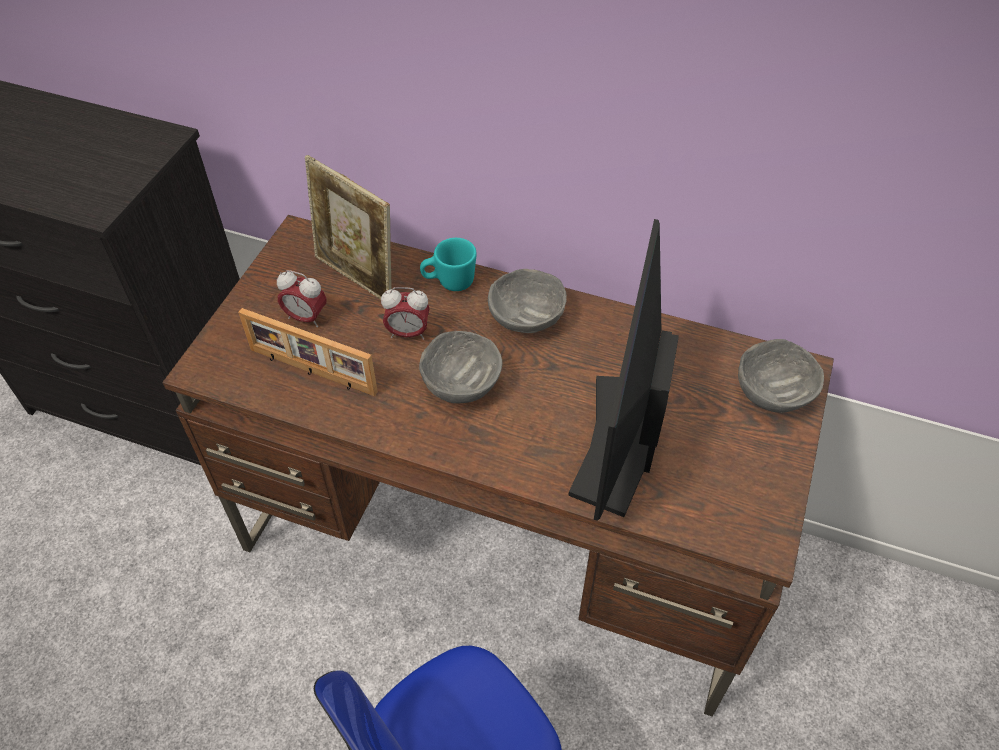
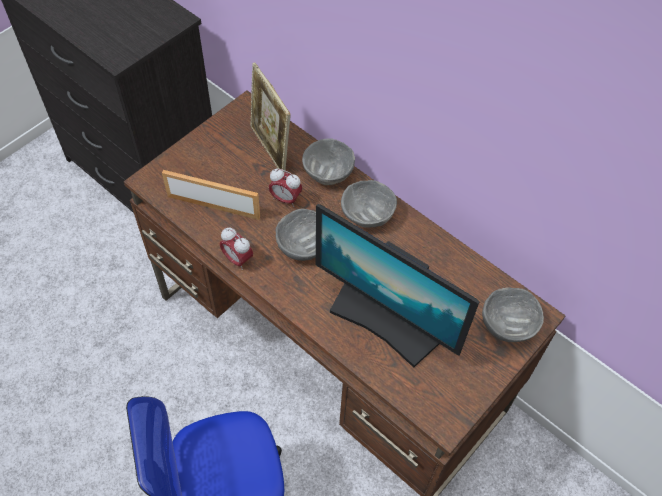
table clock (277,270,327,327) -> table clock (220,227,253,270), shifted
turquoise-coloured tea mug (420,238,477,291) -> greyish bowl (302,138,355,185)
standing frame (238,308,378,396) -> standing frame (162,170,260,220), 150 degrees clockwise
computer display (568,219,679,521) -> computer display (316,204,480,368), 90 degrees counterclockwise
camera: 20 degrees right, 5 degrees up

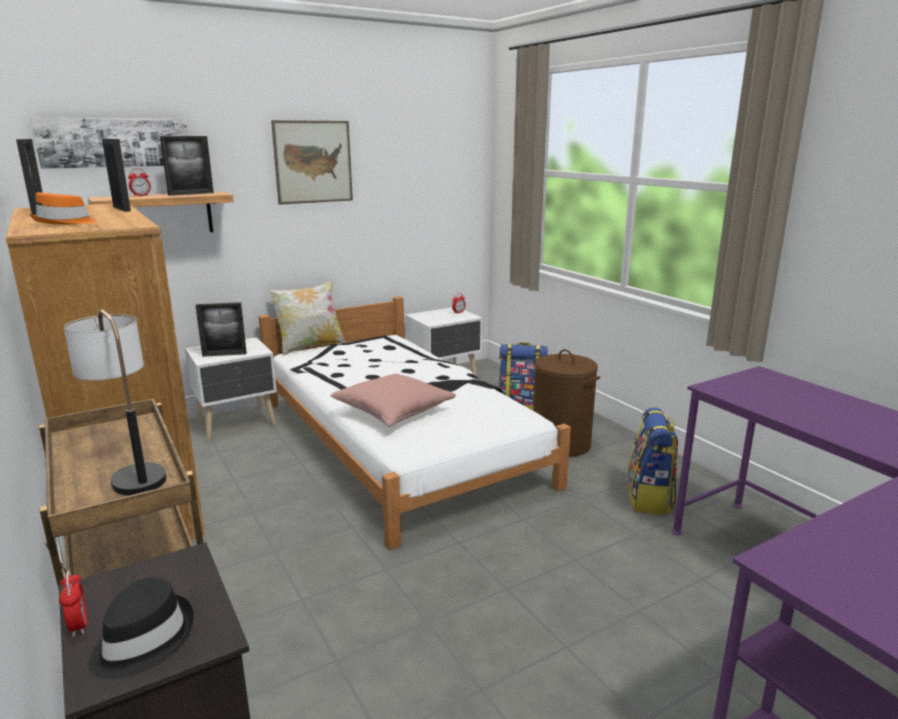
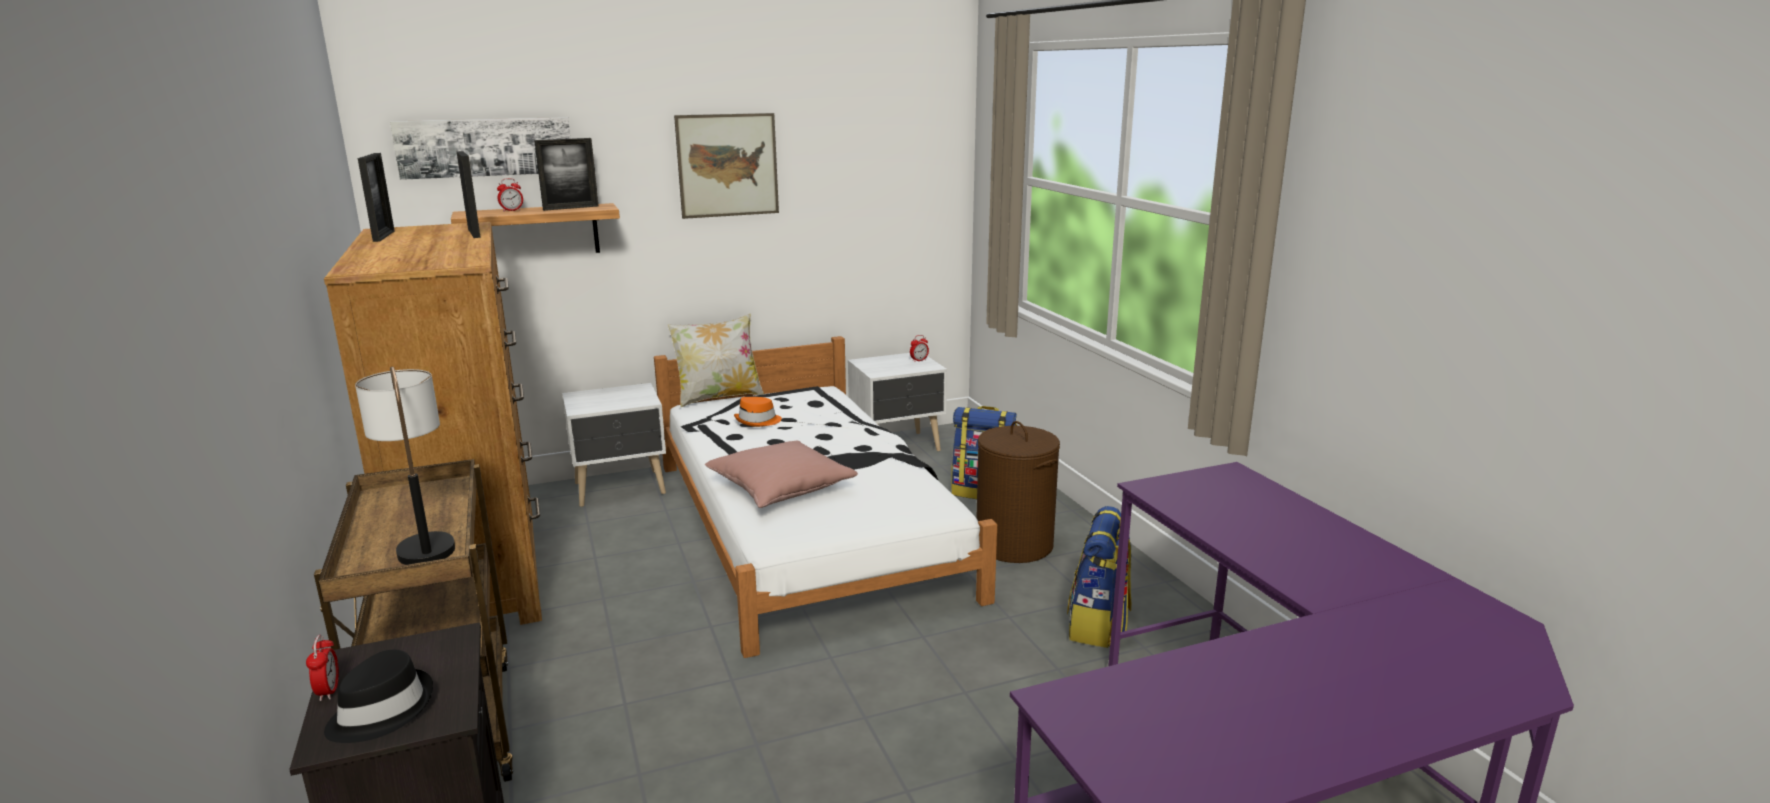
standing frame (195,302,247,357) -> none
orangey hat (29,192,98,224) -> orangey hat (734,397,782,427), shifted
camera: 10 degrees right, 0 degrees up

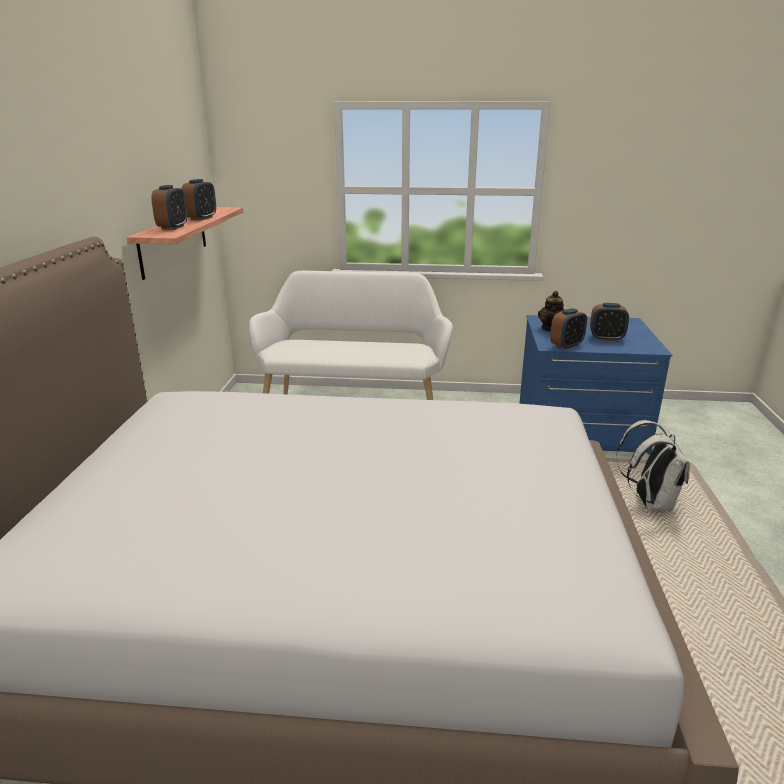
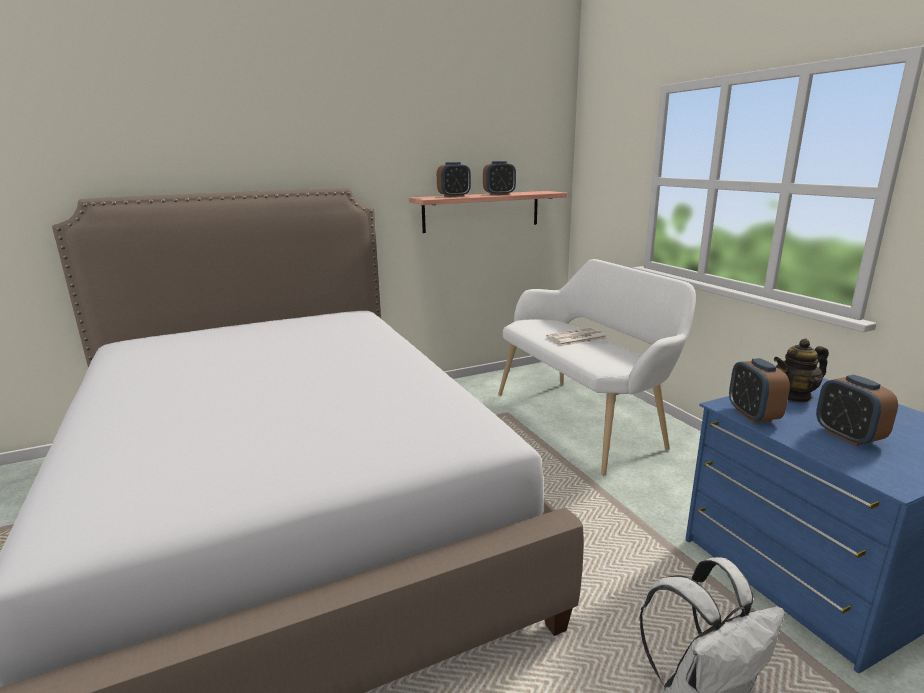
none -> daily paper (546,328,607,346)
table clock (550,308,587,350) -> table clock (729,358,790,423), 60 degrees clockwise
camera: 60 degrees right, 5 degrees down

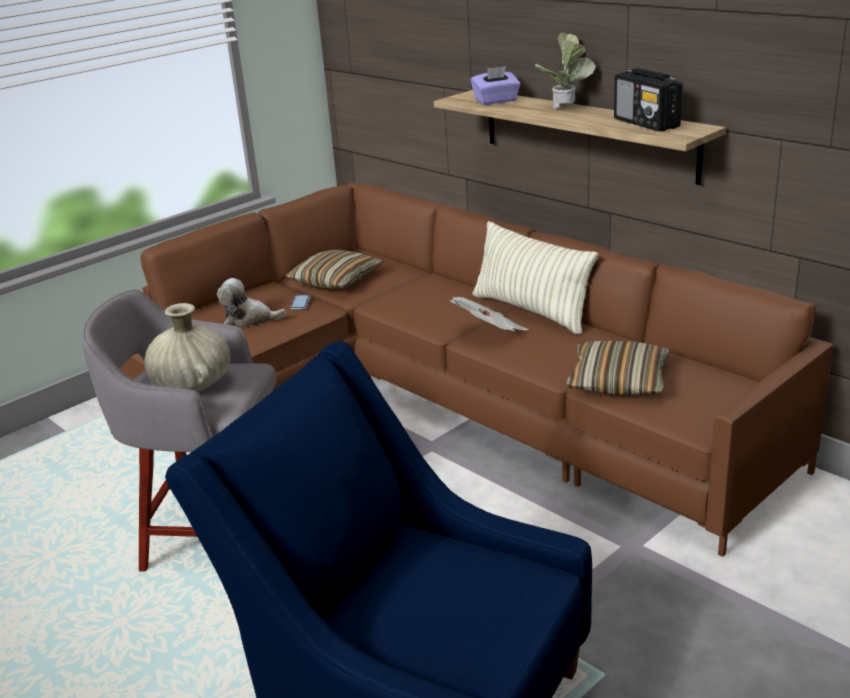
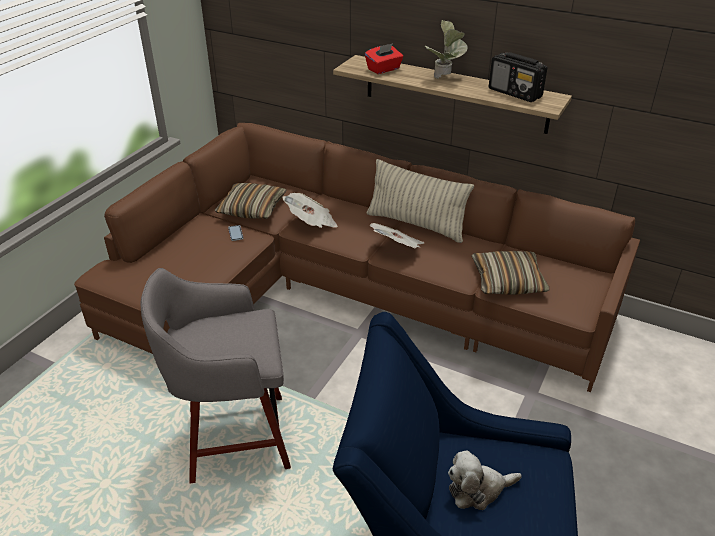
sand-coloured decorative vase (144,303,230,392) -> none
none -> daily paper (283,193,338,228)
soft toy (217,278,286,328) -> soft toy (448,450,522,510), shifted
purple-coloured tissue box (471,66,521,105) -> reddish tissue box (365,43,403,74)
camera: 20 degrees left, 10 degrees up

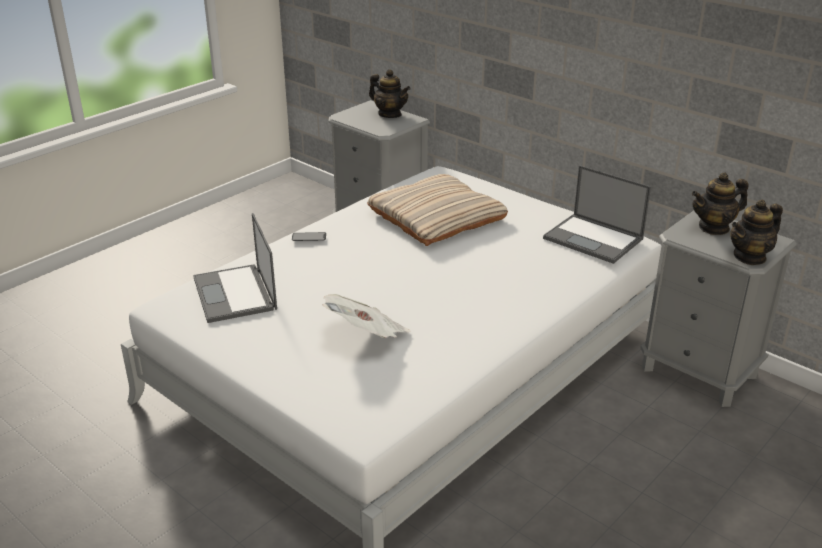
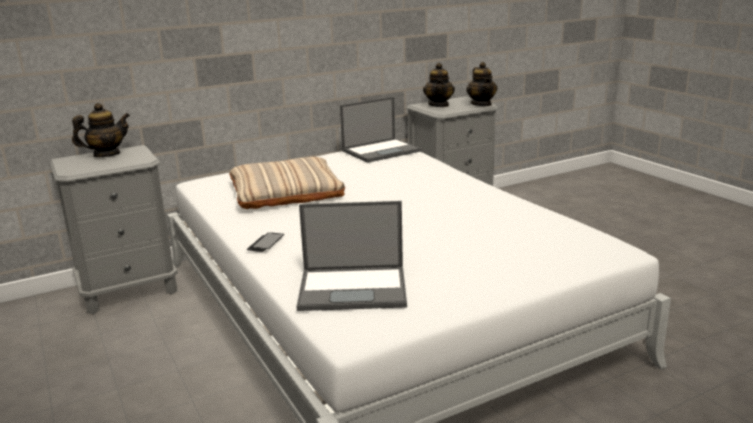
daily paper (322,294,410,338) -> none
camera: 70 degrees left, 10 degrees down

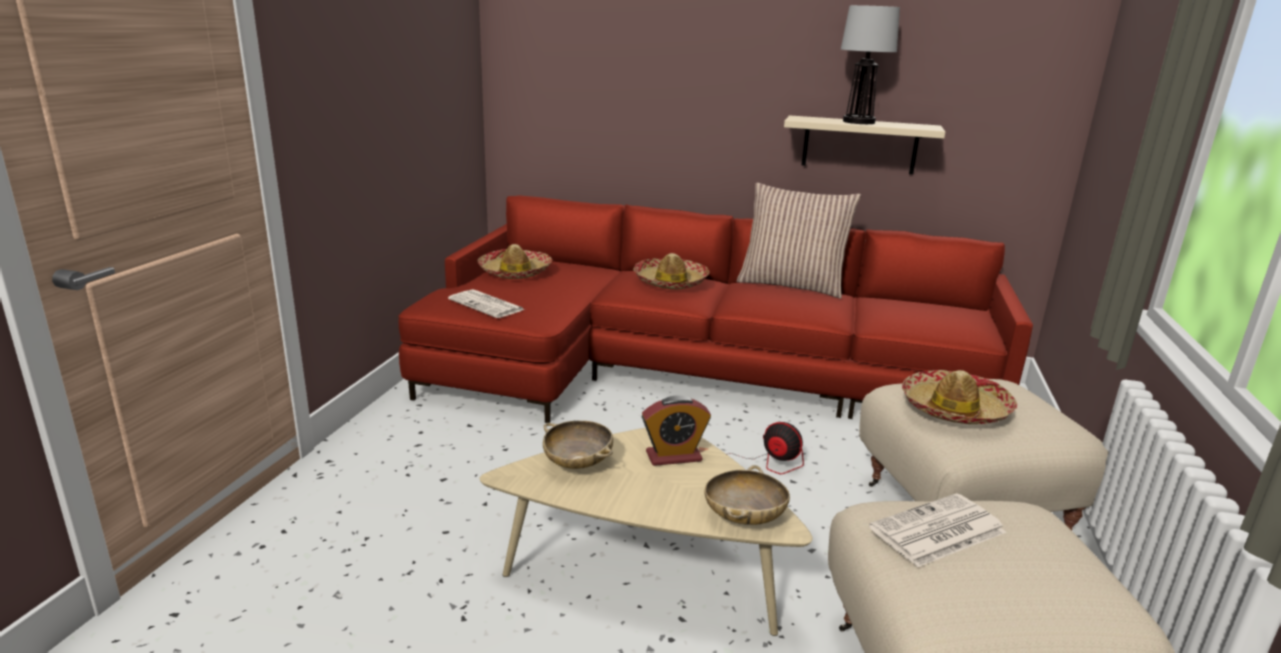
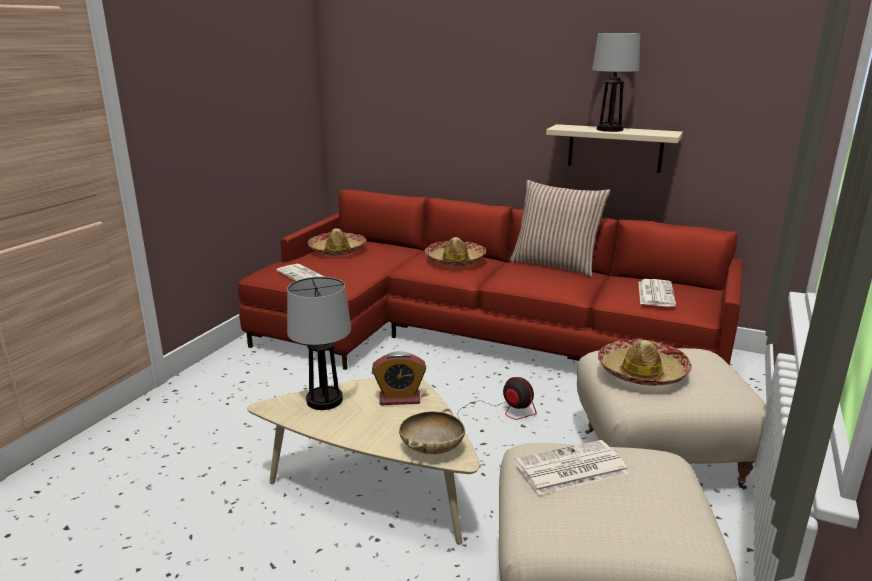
none -> daily paper (638,279,676,307)
sand-coloured bowl (543,421,613,469) -> lamp for a table (287,277,351,410)
camera: 10 degrees right, 0 degrees up

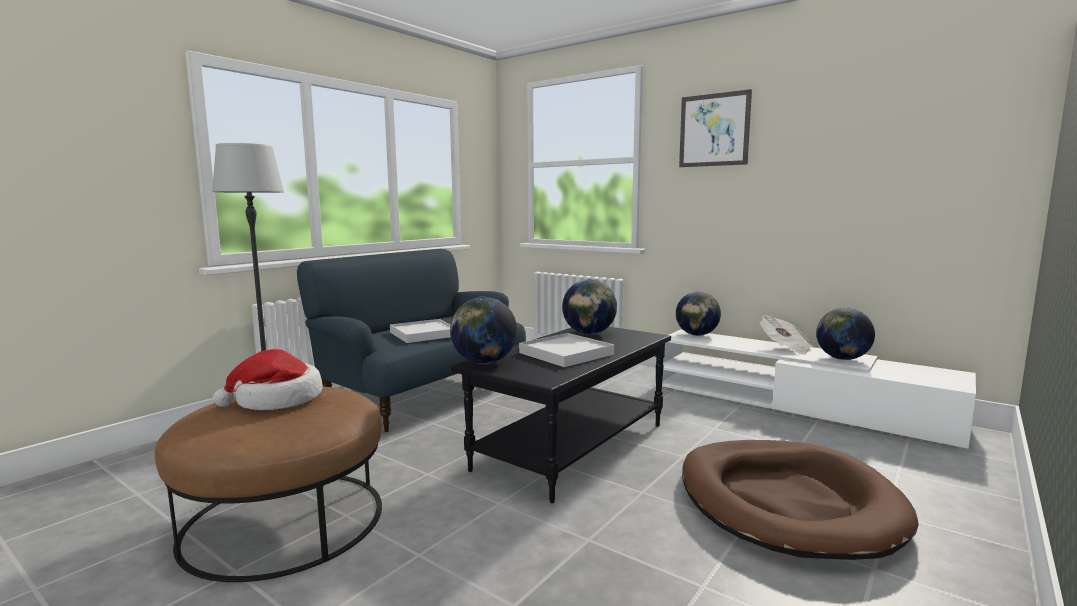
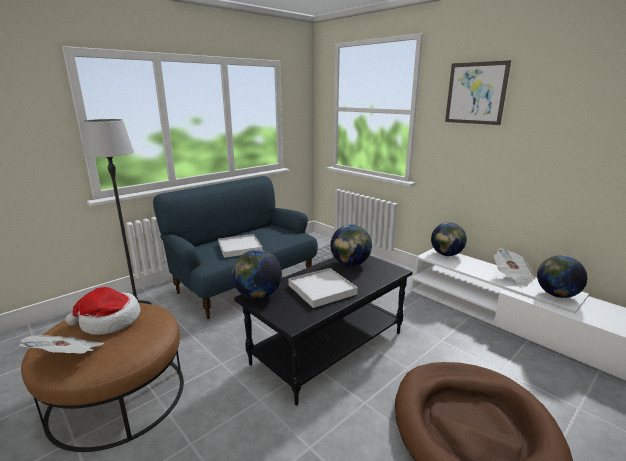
none -> daily paper (18,335,104,354)
camera: 10 degrees right, 10 degrees up

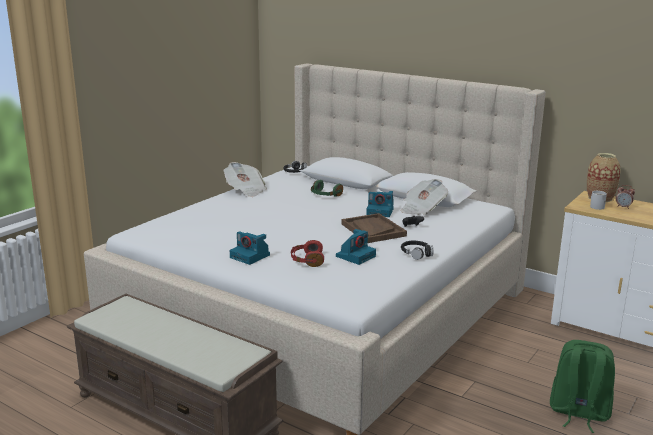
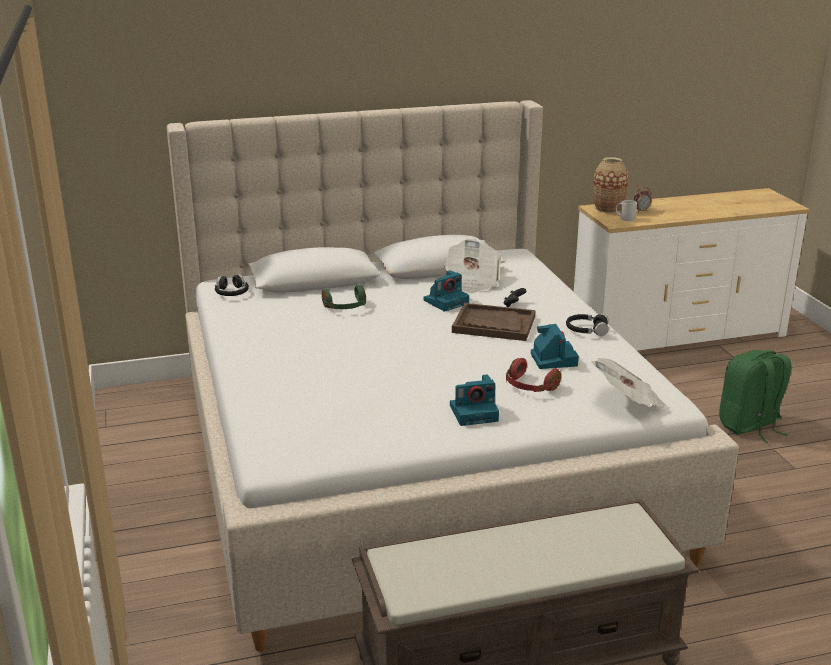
daily paper (224,162,267,197) -> daily paper (591,358,670,409), shifted
camera: 50 degrees left, 5 degrees up

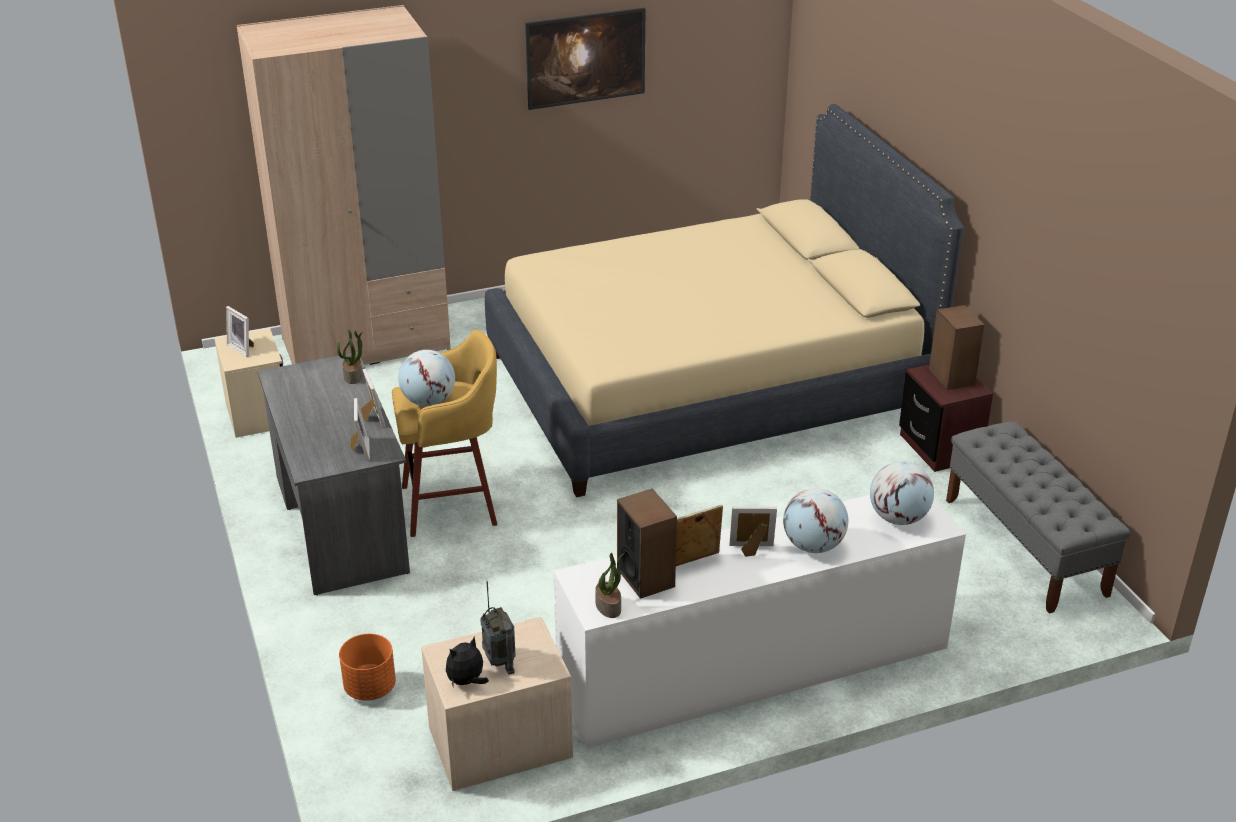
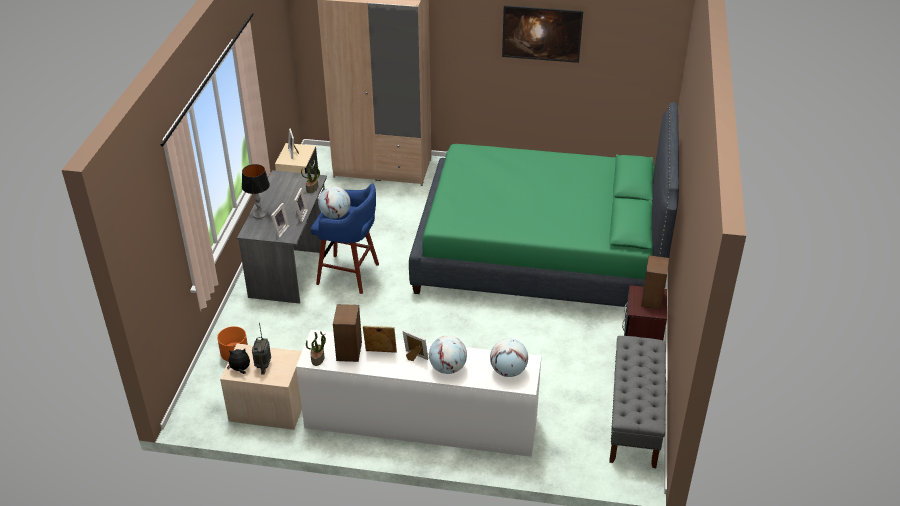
none -> lamp for a table (242,164,270,219)
yellow sitting stool (392,330,497,537) -> bluish sitting stool (311,184,379,294)
sand-coloured sleeping bed (485,104,964,497) -> greenish sleeping bed (409,102,679,307)
camera: 30 degrees right, 5 degrees up

